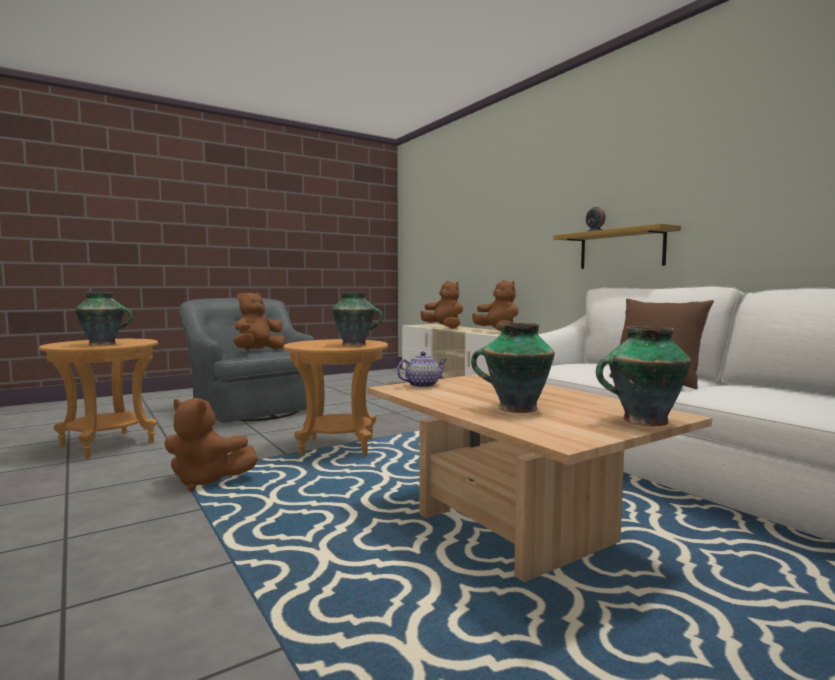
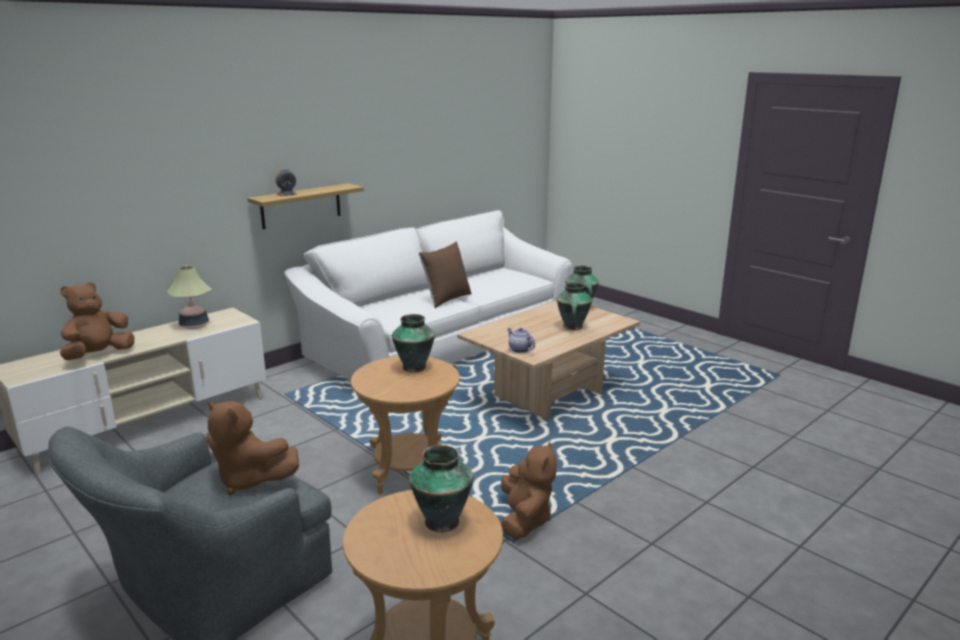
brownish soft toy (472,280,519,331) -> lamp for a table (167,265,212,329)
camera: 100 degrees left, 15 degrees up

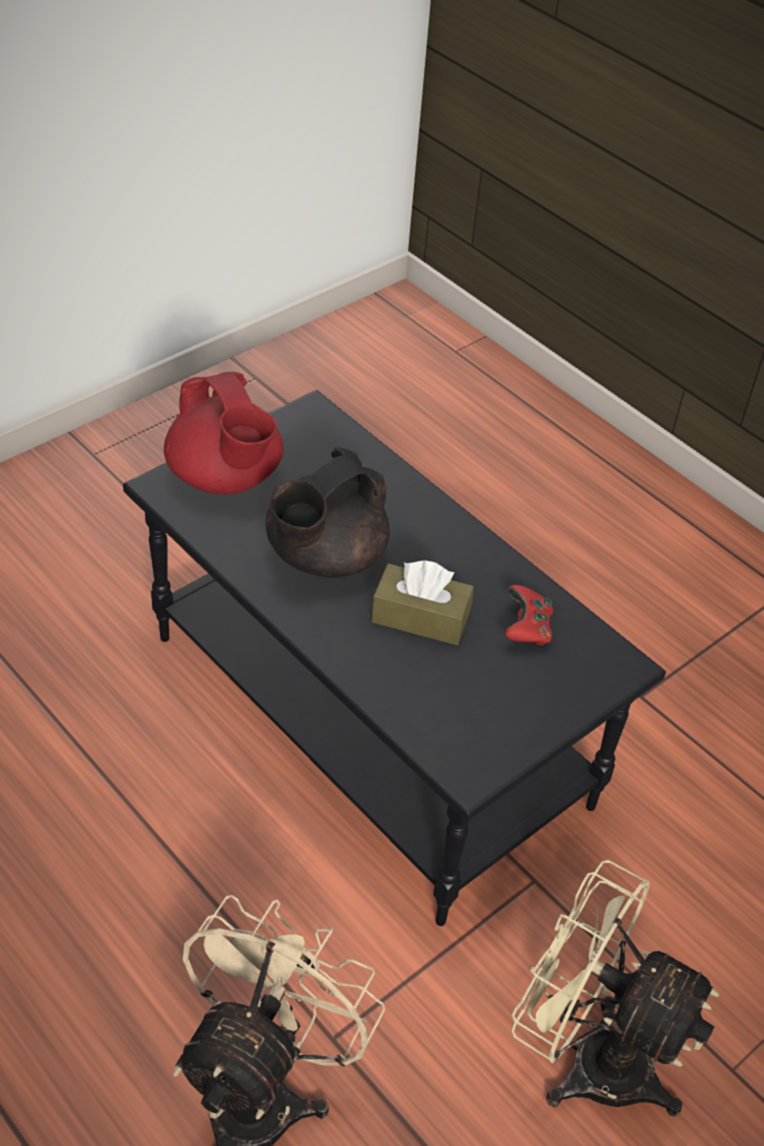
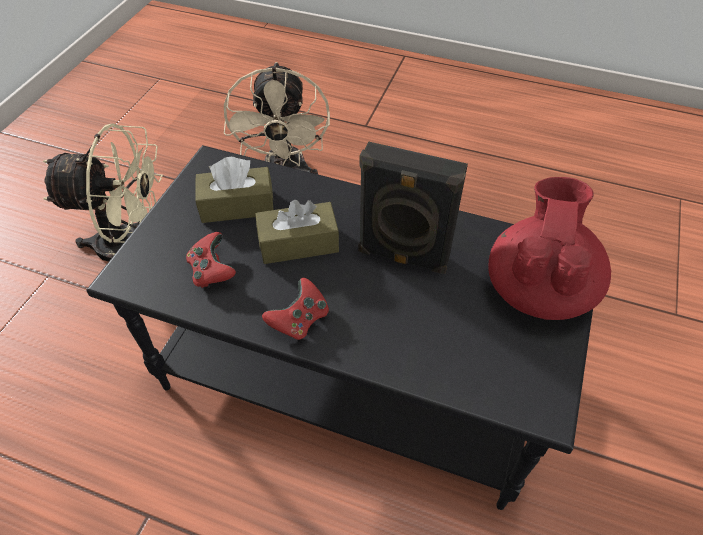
none -> brownish tissue box (195,157,274,223)
none -> reddish game controller (262,278,329,340)
blackish pot for tea (266,447,390,578) -> blackish loudspeaker (358,142,468,274)
reddish pot for tea (164,372,283,495) -> reddish pot for tea (489,177,611,320), 75 degrees clockwise
camera: 155 degrees right, 5 degrees up

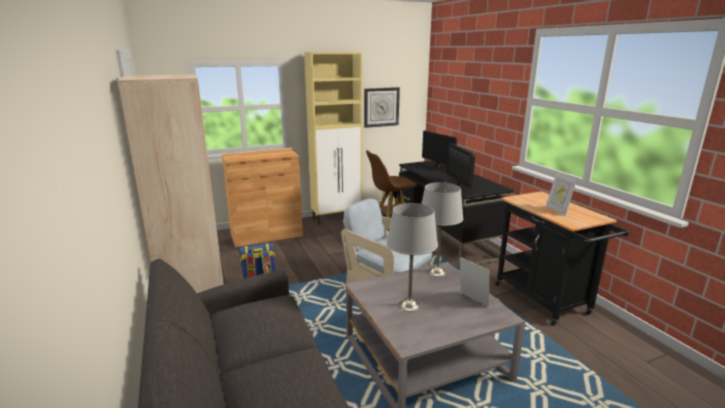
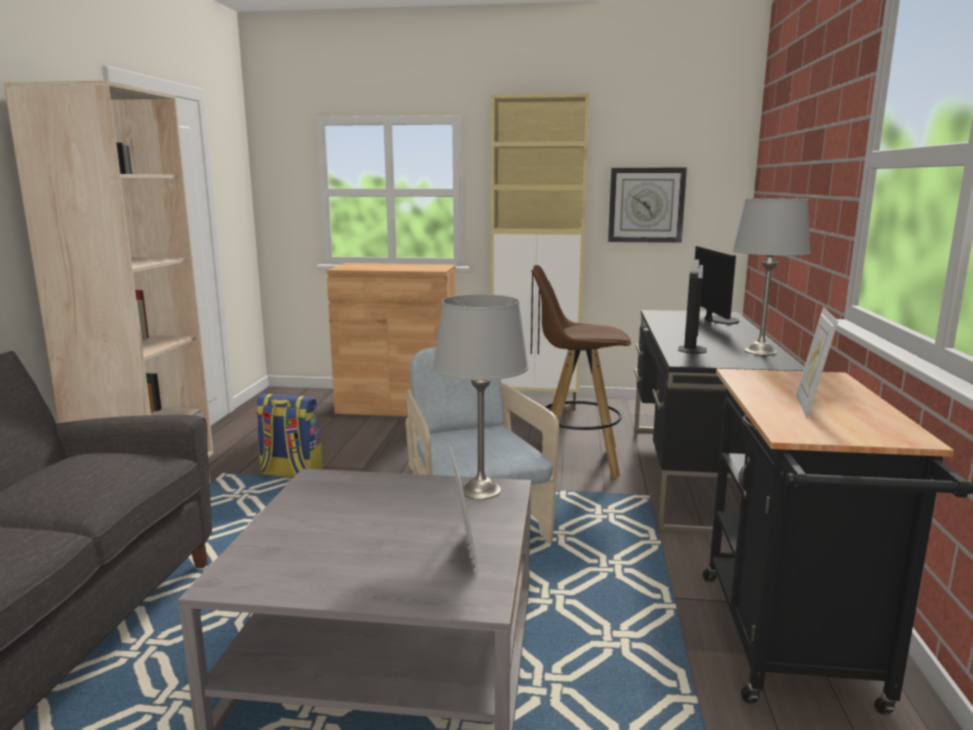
greyish lamp for a table (387,203,438,312) -> greyish lamp for a table (732,198,811,355), shifted
camera: 30 degrees right, 5 degrees down

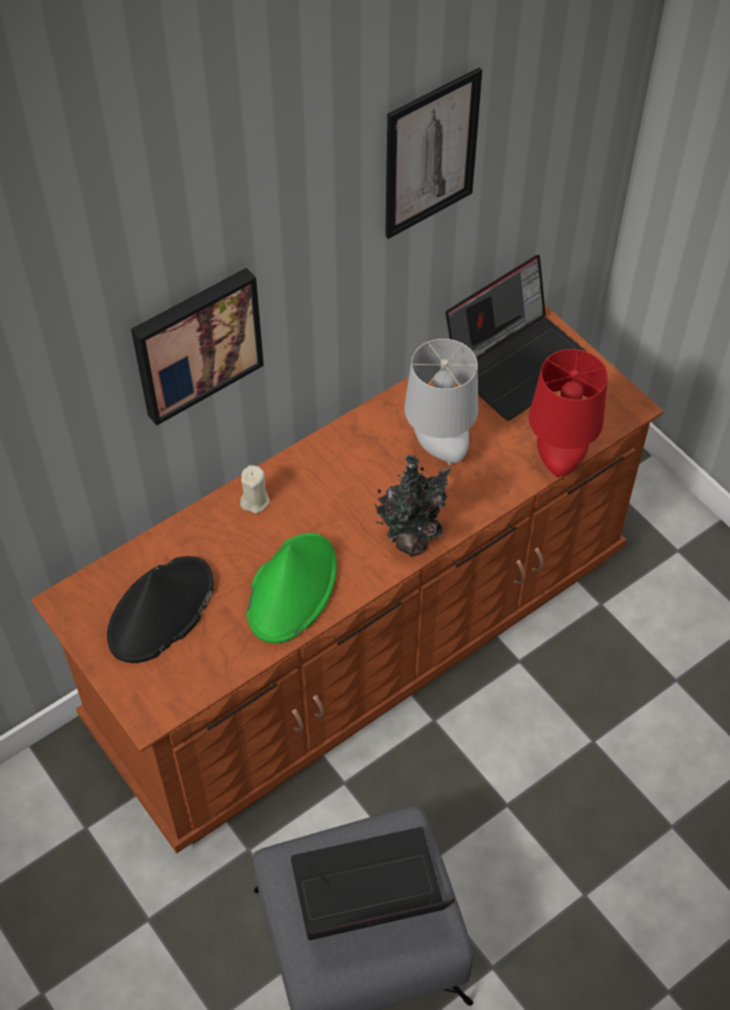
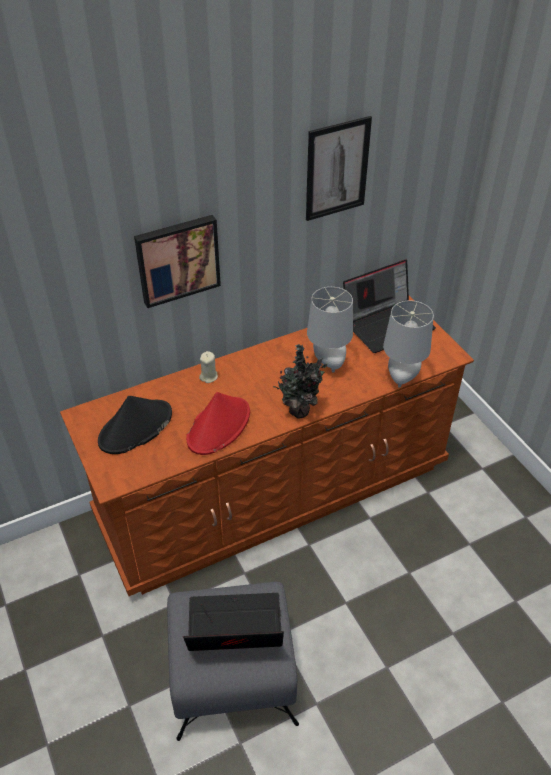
greenish hat (246,533,337,643) -> reddish hat (186,392,250,455)
reddish lamp for a table (529,349,608,478) -> greyish lamp for a table (383,300,434,388)
camera: 10 degrees right, 10 degrees down

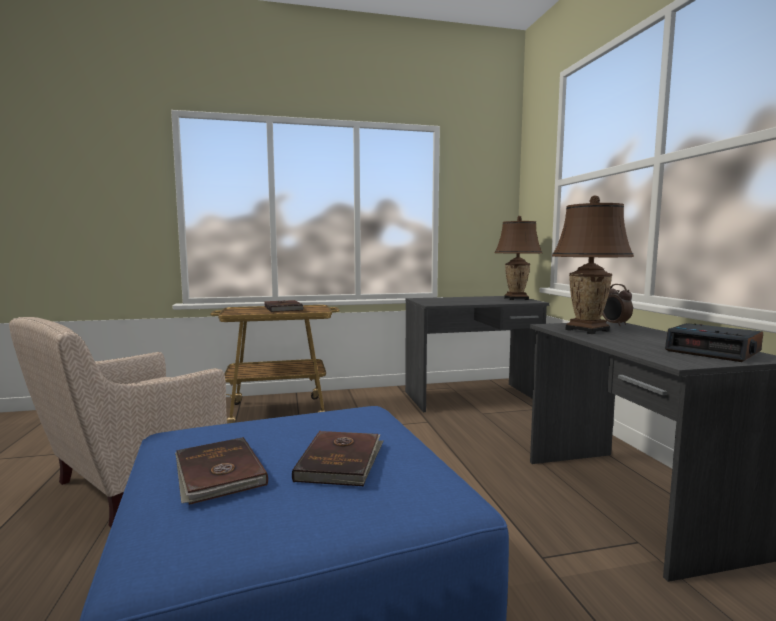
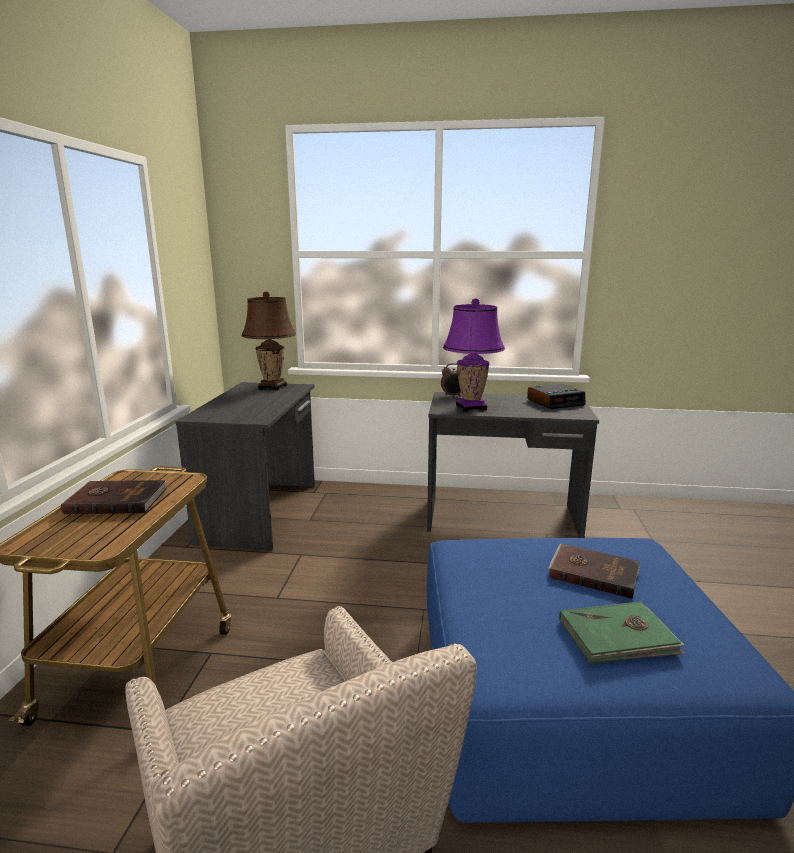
brownish bound book (175,437,268,505) -> greenish bound book (559,601,685,664)
brownish lamp for a table (552,195,634,334) -> purple-coloured lamp for a table (443,298,505,412)
camera: 70 degrees left, 10 degrees up

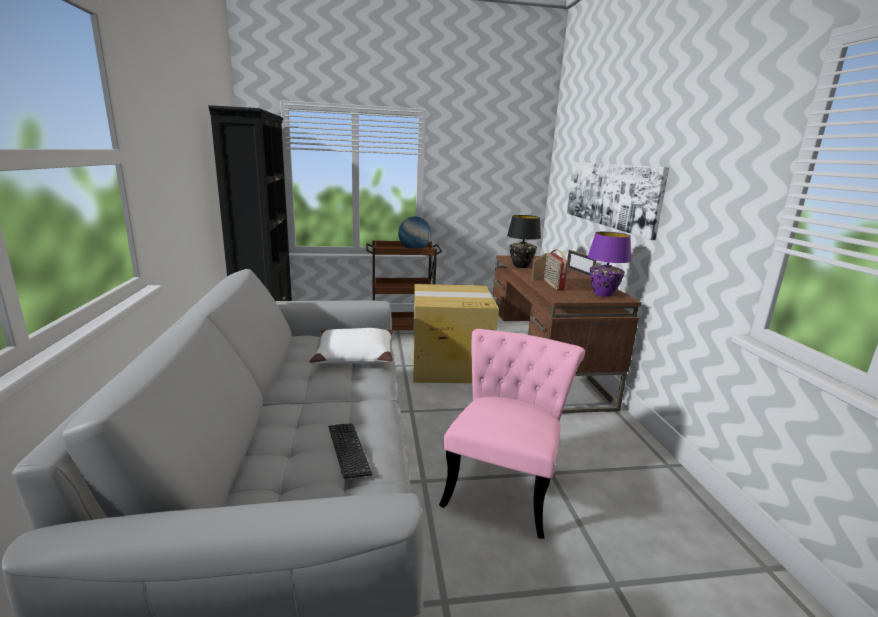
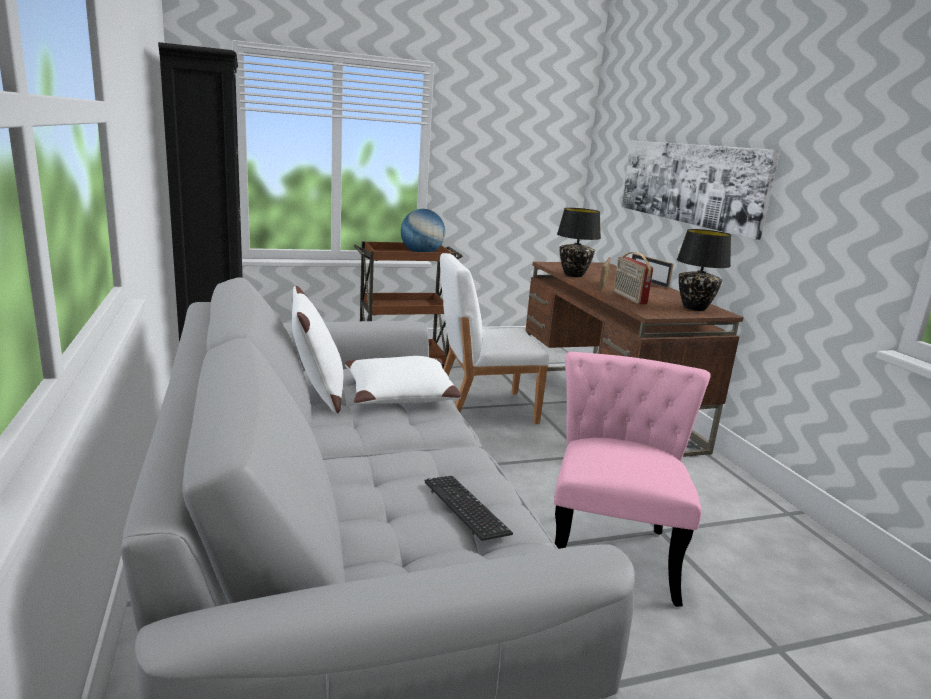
none -> white-coloured pillow (292,286,343,413)
carton (413,284,499,383) -> white-coloured plain chair (440,253,549,424)
purple-coloured lamp for a table (588,232,631,297) -> blackish lamp for a table (677,229,731,311)
camera: 10 degrees left, 0 degrees up

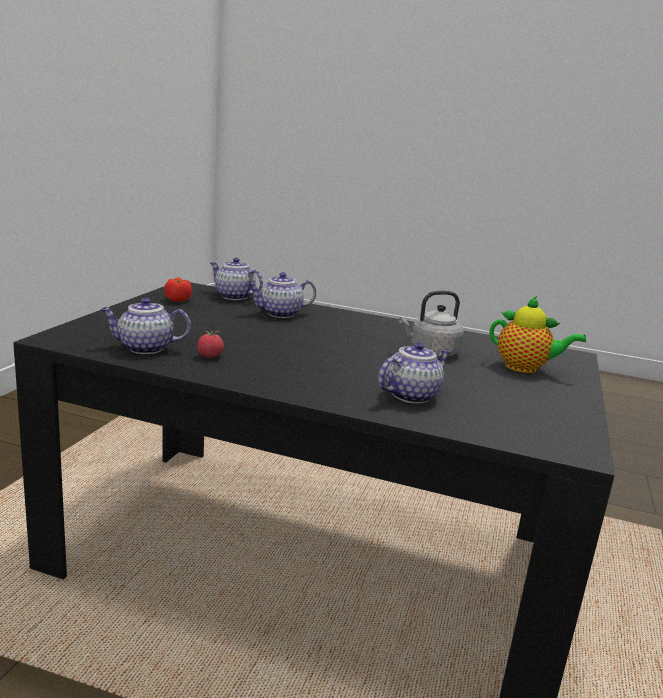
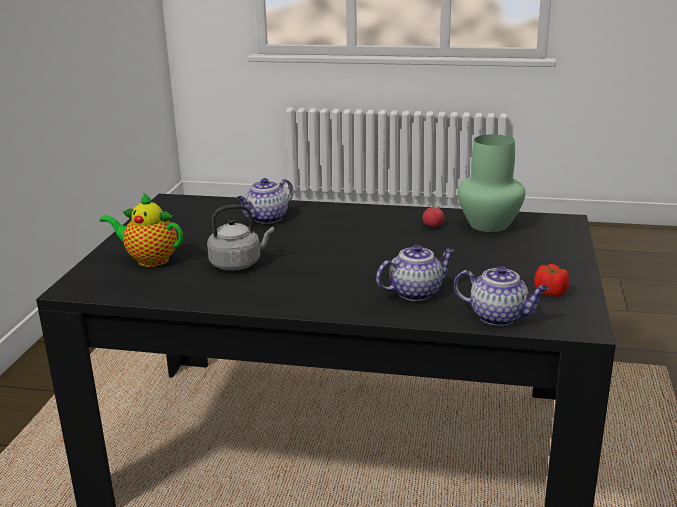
pot for tea (100,298,191,354) -> greenish decorative vase (457,134,526,232)
camera: 175 degrees right, 5 degrees up

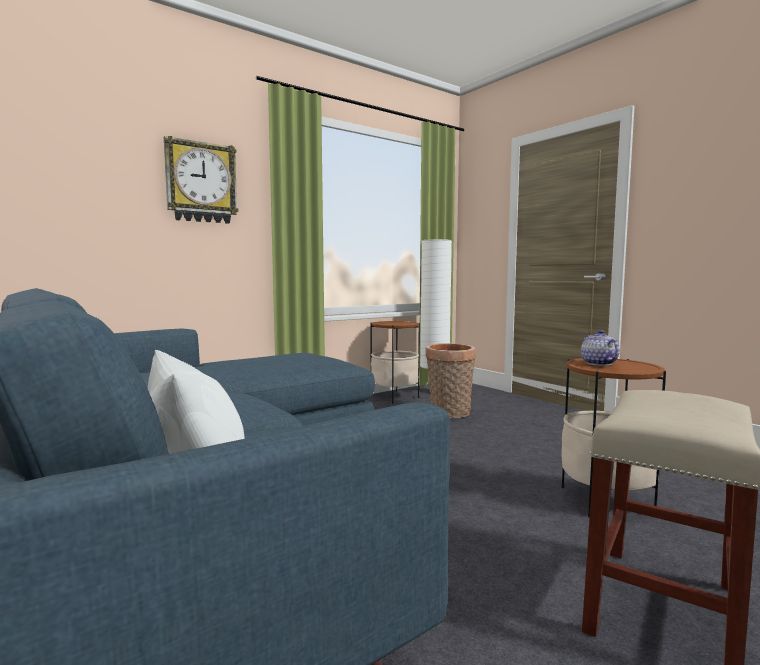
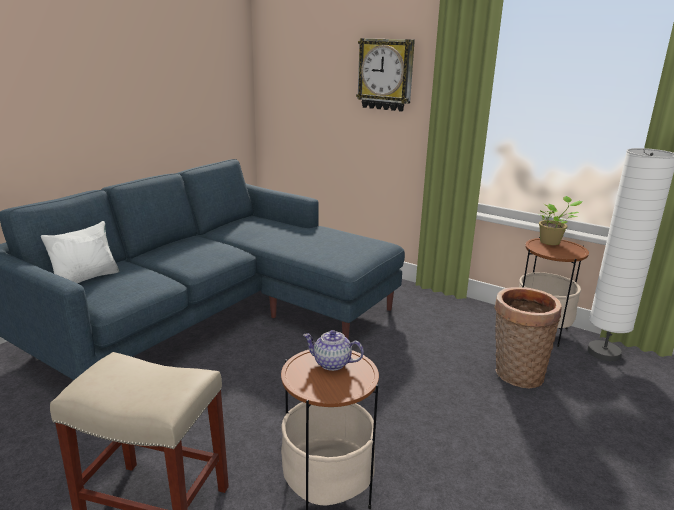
none -> potted plant (539,196,583,245)
pot for tea (581,330,620,366) -> pot for tea (303,330,364,371), 135 degrees counterclockwise
camera: 70 degrees right, 15 degrees up

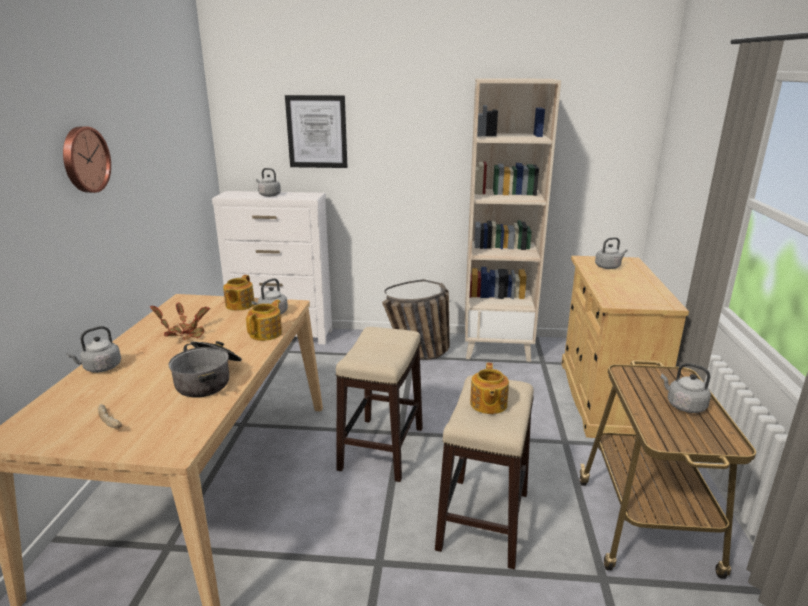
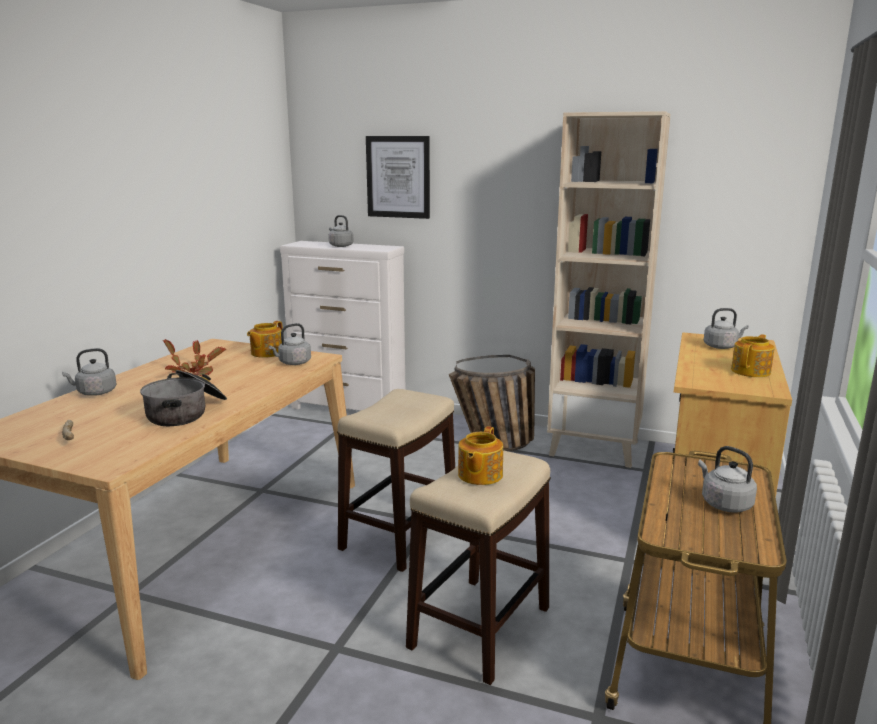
wall clock (63,126,111,193) -> none
pot for tea (246,300,282,341) -> pot for tea (731,334,775,377), shifted
camera: 15 degrees right, 5 degrees down

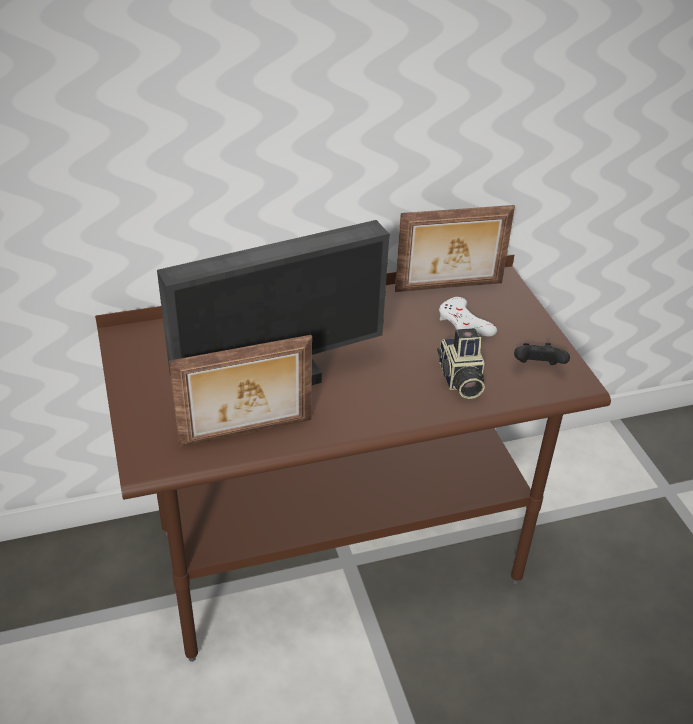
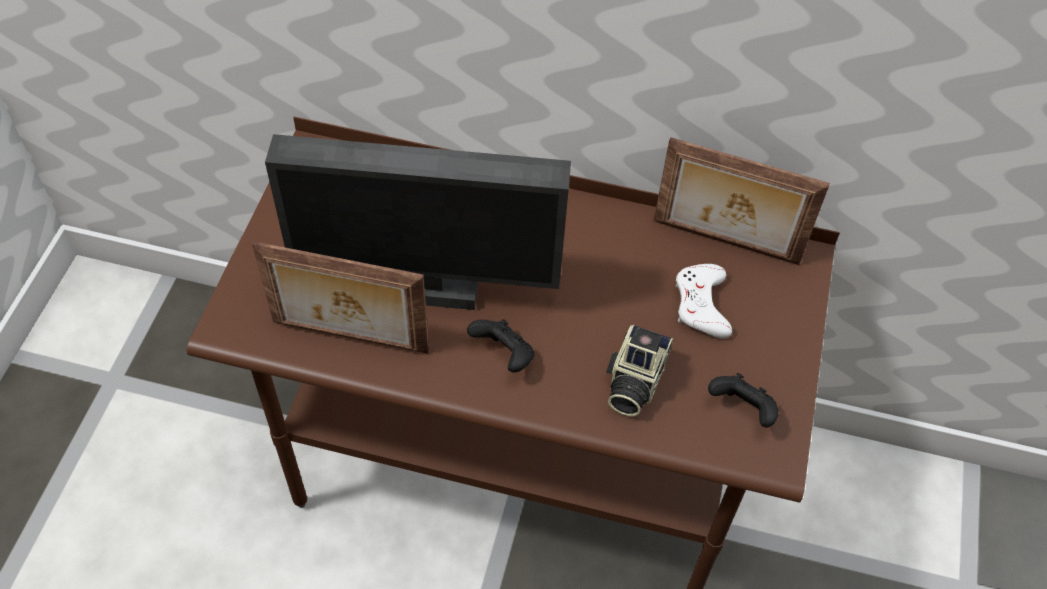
none -> blackish game controller (467,319,535,373)
camera: 30 degrees right, 15 degrees up

